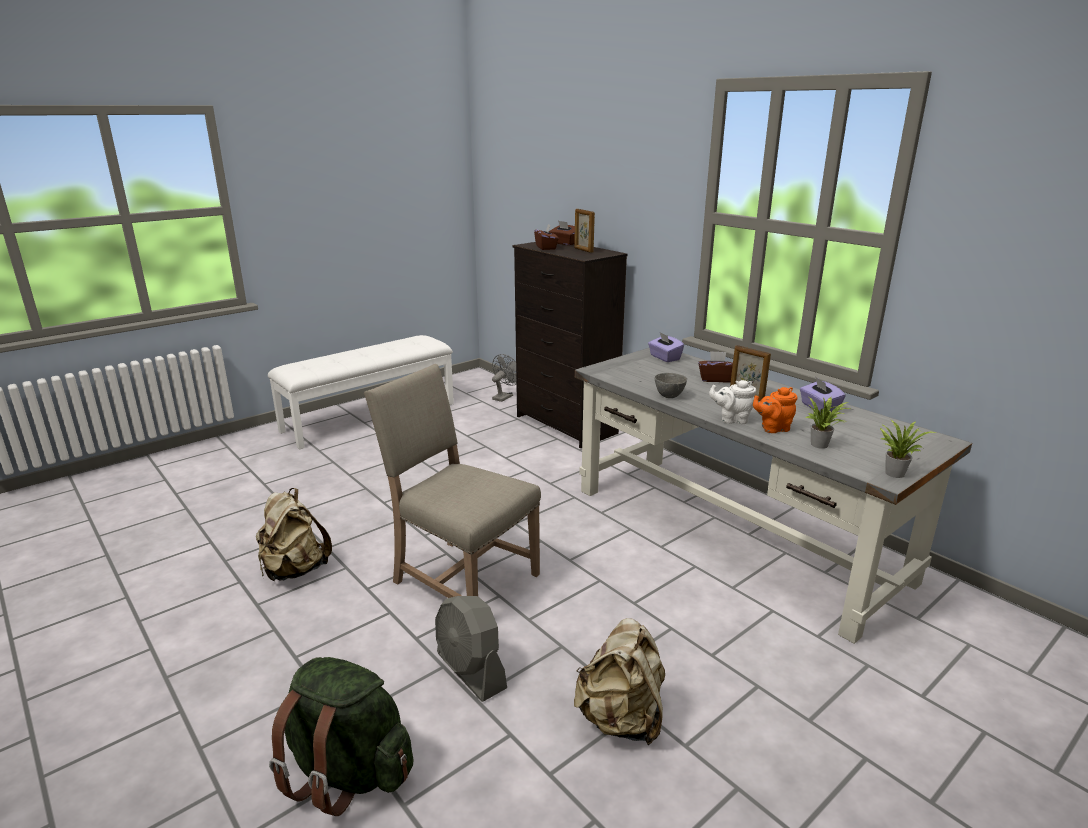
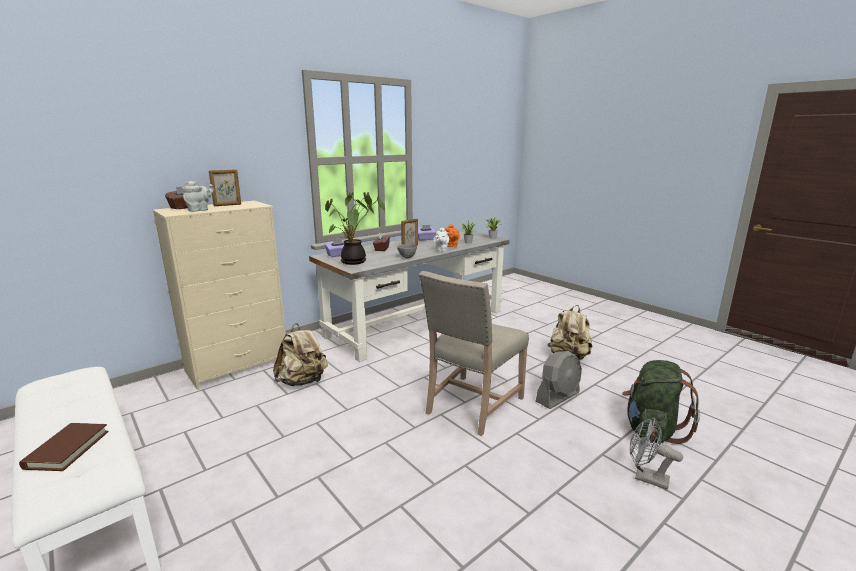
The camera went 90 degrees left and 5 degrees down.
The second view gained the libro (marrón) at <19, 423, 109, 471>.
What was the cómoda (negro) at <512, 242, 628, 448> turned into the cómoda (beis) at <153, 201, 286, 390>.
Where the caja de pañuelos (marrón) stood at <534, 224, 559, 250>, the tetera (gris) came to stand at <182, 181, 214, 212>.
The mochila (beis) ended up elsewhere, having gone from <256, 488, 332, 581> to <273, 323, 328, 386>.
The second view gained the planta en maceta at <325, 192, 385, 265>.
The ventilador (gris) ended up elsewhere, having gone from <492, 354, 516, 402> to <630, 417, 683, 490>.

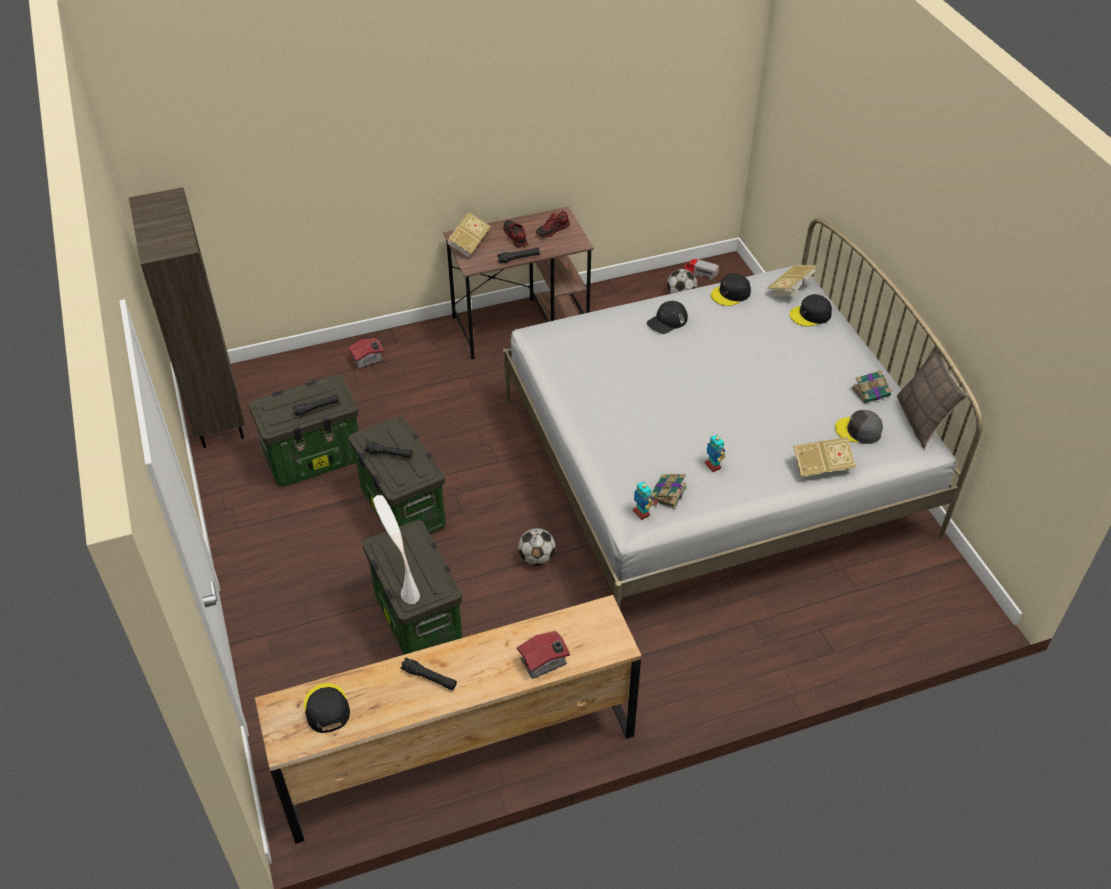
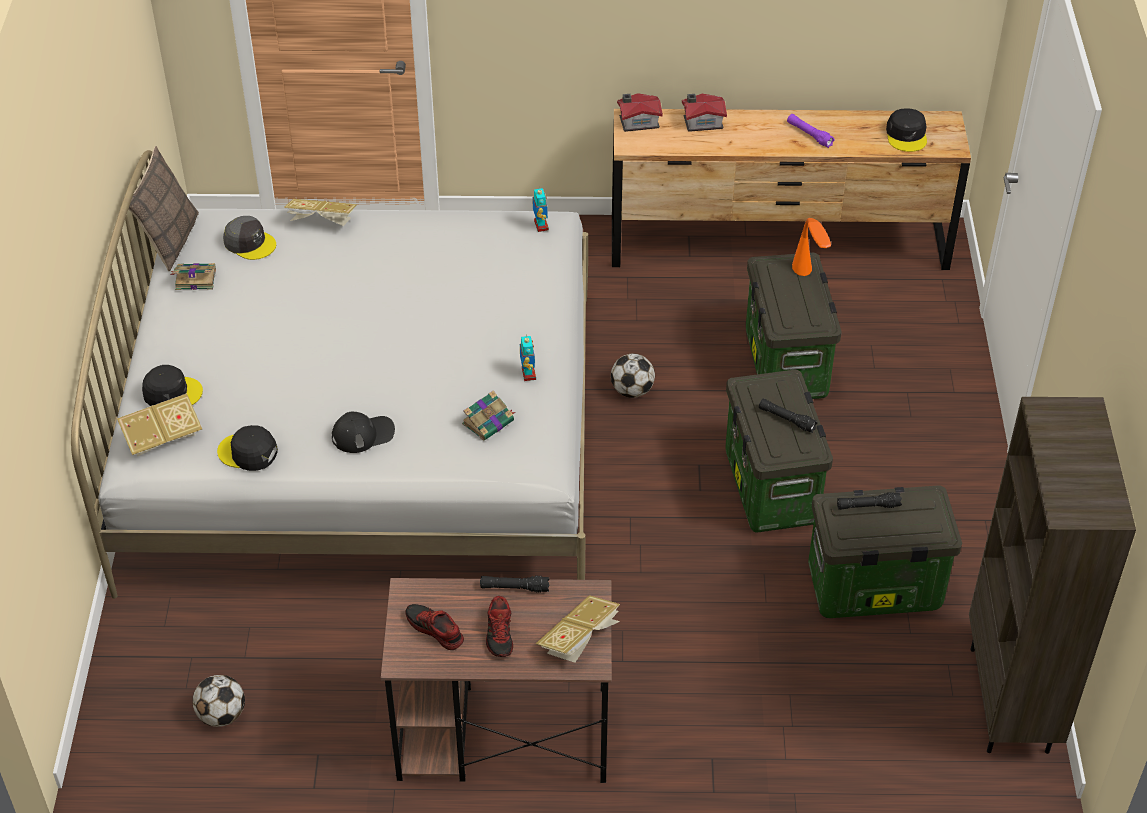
The camera went 160 degrees left and 0 degrees up.
The gorra (negro) at <711, 273, 751, 306> ended up facing another way, 150 degrees counterclockwise from before.
The zapato at <536, 211, 570, 238> ended up facing another way, 120 degrees counterclockwise from before.
The libro ended up elsewhere, having gone from <651, 474, 687, 509> to <462, 390, 515, 441>.
The robot de juguete ended up elsewhere, having gone from <705, 434, 725, 472> to <520, 334, 536, 381>.
The casita ended up elsewhere, having gone from <348, 338, 384, 369> to <617, 93, 663, 132>.
What was the linterna (negro) at <401, 658, 457, 691> turned into the linterna (morado) at <787, 114, 835, 148>.
What was the lámpara de mesa (blanco) at <373, 495, 420, 604> turned into the lámpara de mesa (naranja) at <792, 218, 831, 276>.
The second view lost the camión de juguete at <684, 259, 719, 280>.

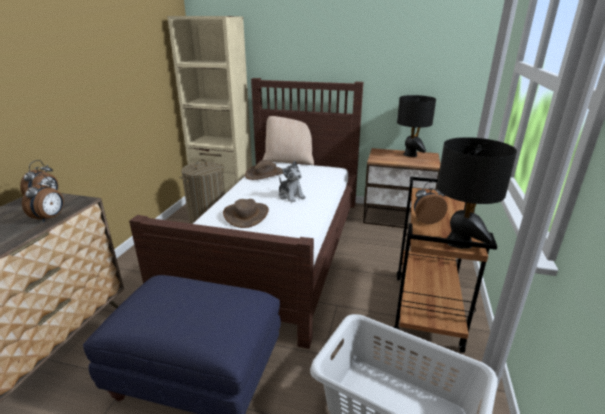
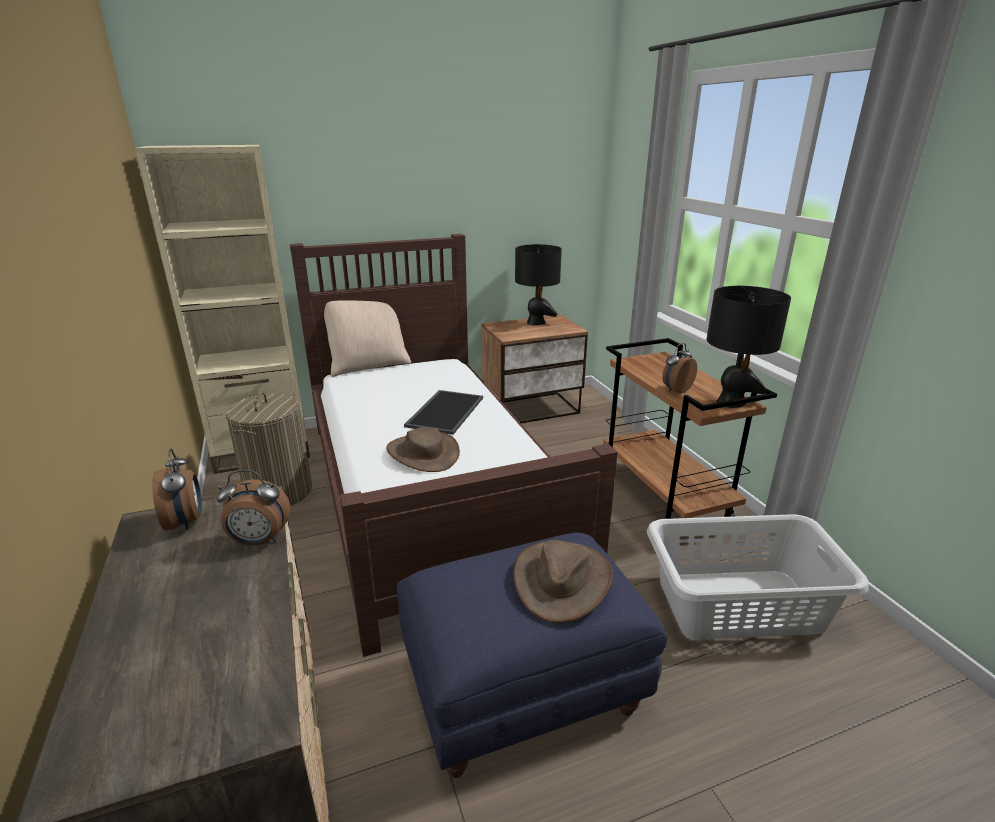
The camera went 35 degrees left and 0 degrees up.
The despertador at <22, 174, 64, 223> ended up facing another way, 105 degrees clockwise from before.
Where the peluche stood at <279, 161, 306, 203>, the bandeja came to stand at <404, 390, 483, 435>.
The sombrero (marrón) ended up elsewhere, having gone from <245, 160, 283, 180> to <514, 540, 613, 623>.

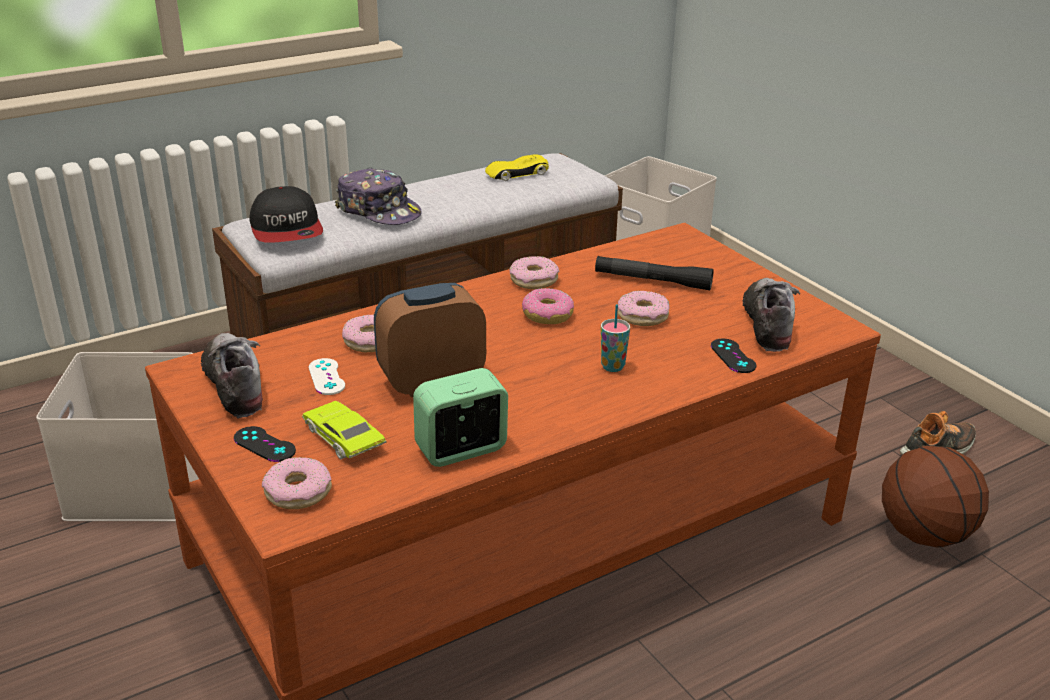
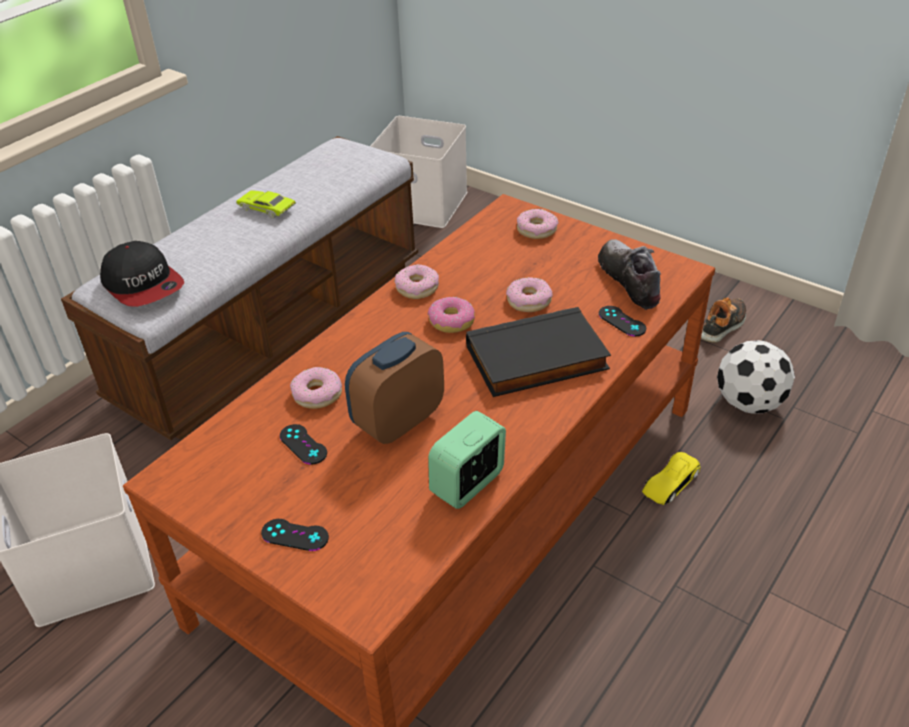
The camera went 20 degrees left and 10 degrees up.
The coche de juguete (verde) ended up elsewhere, having gone from <302, 401, 386, 460> to <236, 190, 296, 219>.
What was the mando de consola (blanco) at <309, 358, 345, 395> turned into the mando de consola (negro) at <280, 424, 327, 465>.
Where the taza stood at <601, 304, 630, 372>, the libro (negro) came to stand at <466, 307, 611, 397>.
The rosquilla ended up elsewhere, having gone from <262, 457, 332, 509> to <517, 209, 558, 239>.
The coche de juguete (amarillo) ended up elsewhere, having gone from <485, 154, 549, 181> to <642, 452, 701, 505>.
Where the balón de baloncesto stood at <882, 445, 989, 547>, the balón de fútbol came to stand at <717, 340, 795, 414>.
The second view lost the zapato at <201, 333, 276, 418>.
The second view lost the gorra at <335, 167, 422, 225>.
The second view lost the linterna (negro) at <595, 256, 714, 290>.

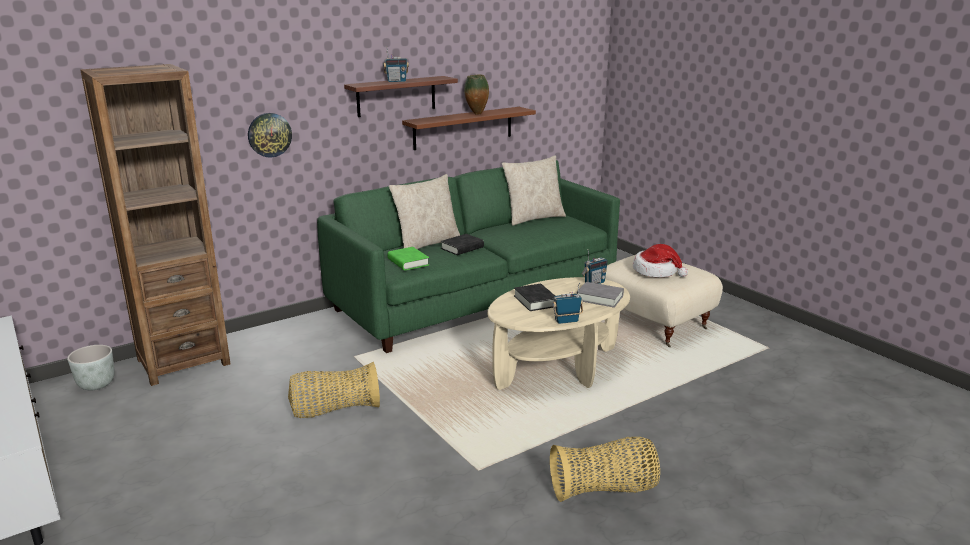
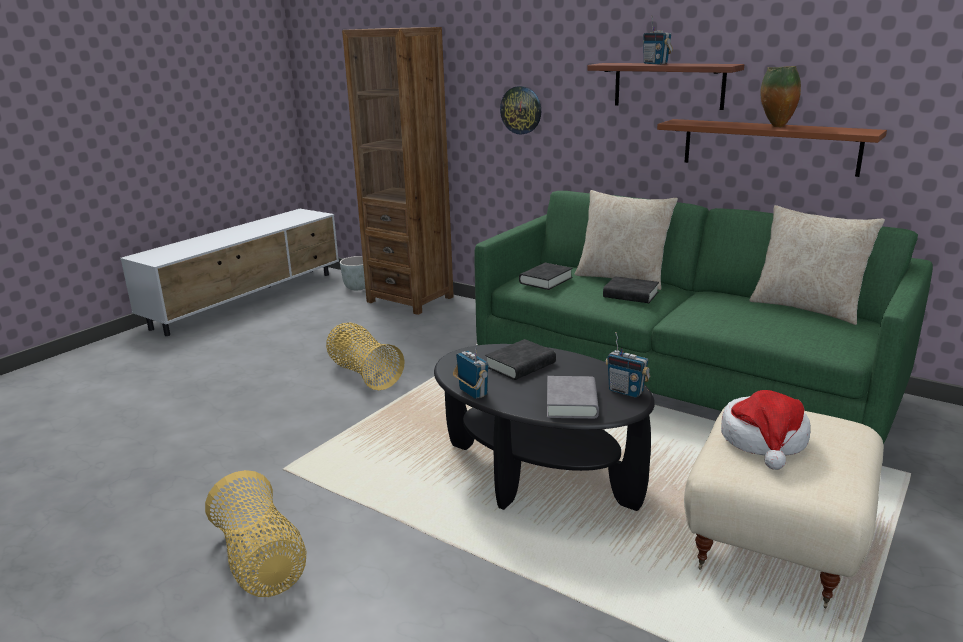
The camera went 70 degrees right and 0 degrees up.
What was the mesa de centro (beis) at <487, 277, 630, 390> turned into the mesa de centro (negro) at <434, 344, 655, 511>.
What was the libro (verde) at <387, 247, 429, 270> turned into the libro (negro) at <519, 263, 573, 290>.

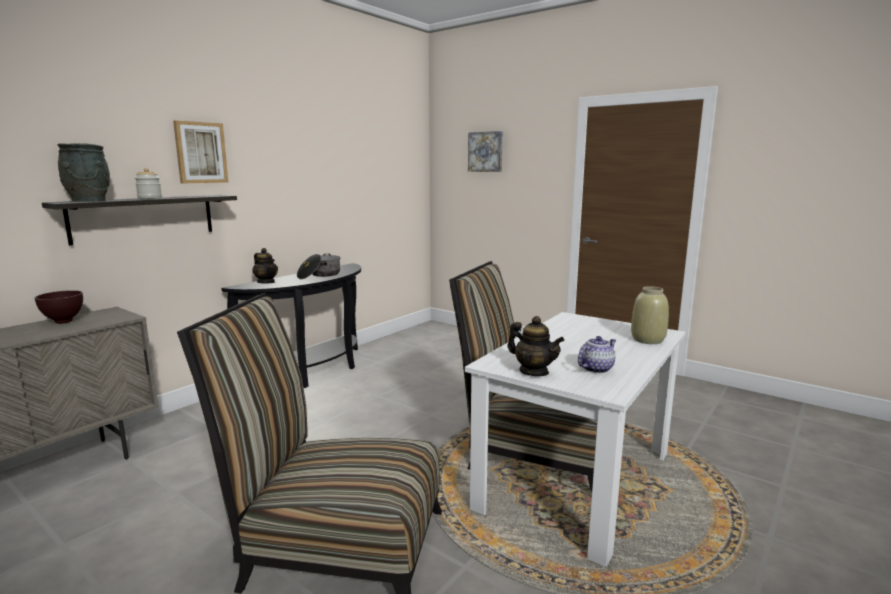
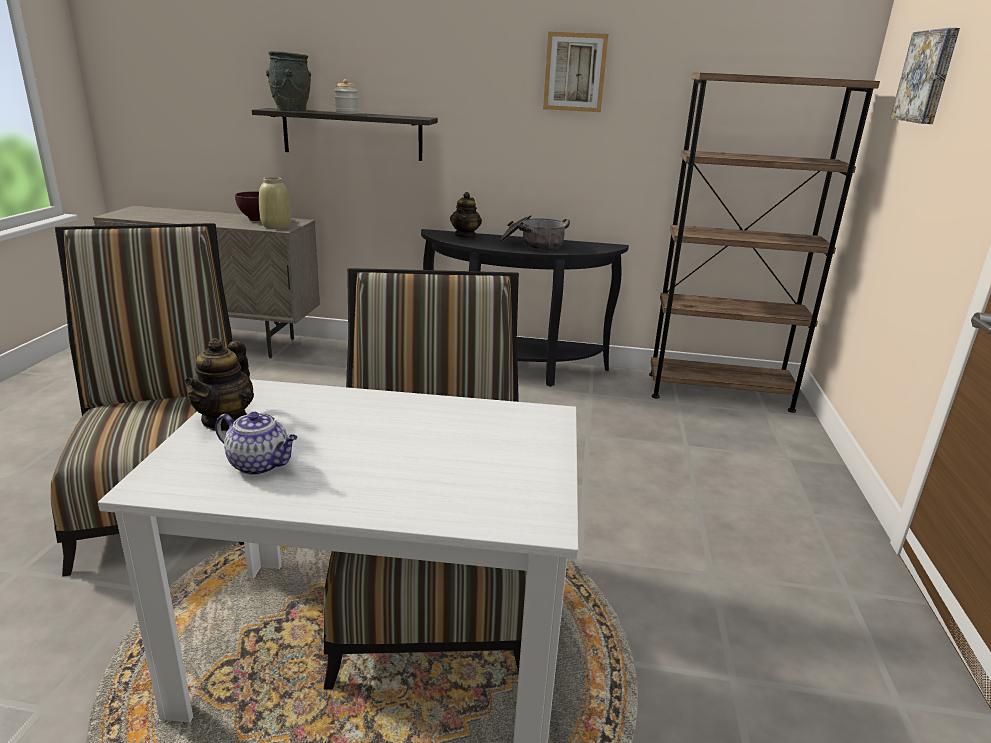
The camera went 60 degrees right and 10 degrees up.
The florero (beis) ended up elsewhere, having gone from <631, 286, 669, 344> to <259, 177, 291, 229>.
The cuadro ended up elsewhere, having gone from <173, 120, 228, 183> to <543, 32, 608, 112>.
The second view gained the estantería (marrón) at <649, 72, 880, 413>.

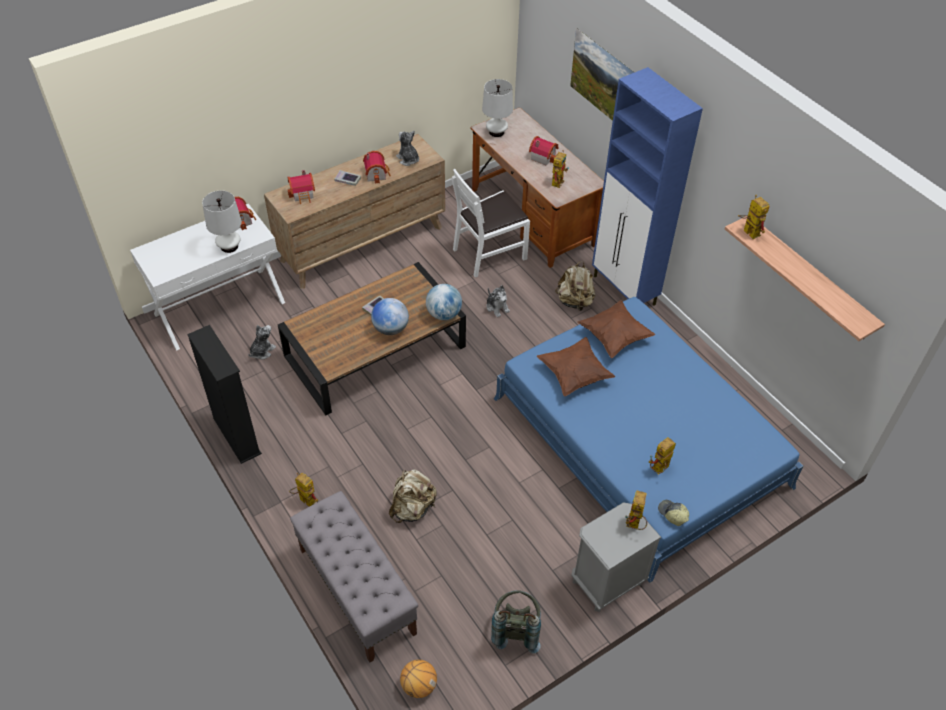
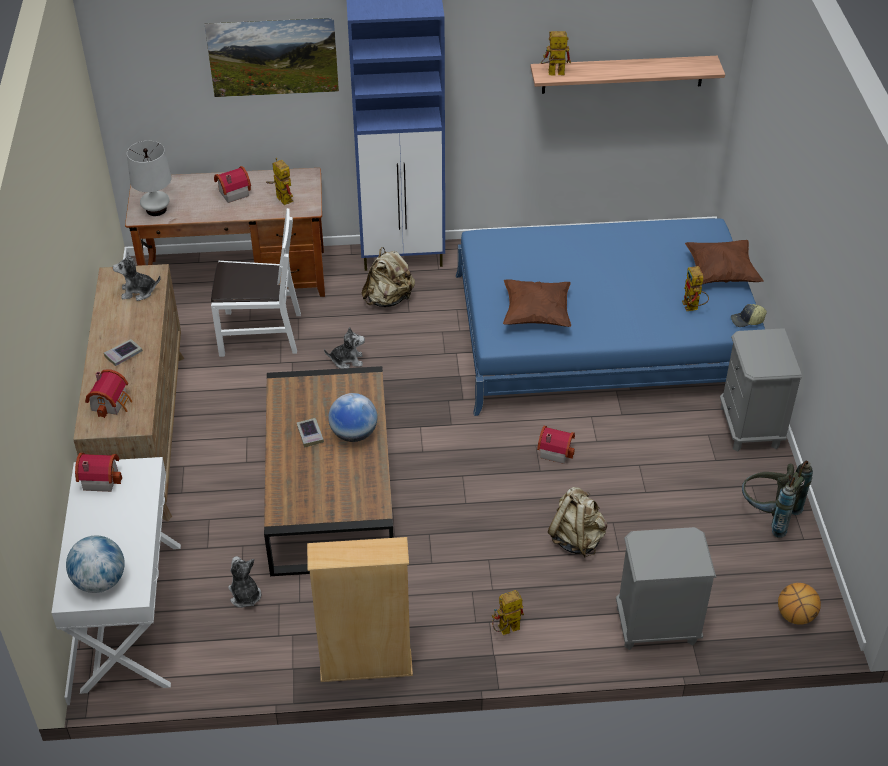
The camera went 60 degrees left and 5 degrees down.
The globo terráqueo ended up elsewhere, having gone from <426, 284, 462, 320> to <66, 535, 125, 593>.
The silla (blanco) at <452, 169, 530, 278> ended up facing another way, 90 degrees counterclockwise from before.
What was the estantería (negro) at <187, 325, 262, 464> turned into the estantería (beis) at <307, 537, 413, 682>.
The casita ended up elsewhere, having gone from <363, 151, 391, 184> to <537, 426, 575, 464>.
Where the banco (gris) stood at <290, 491, 418, 662>, the mesita de noche (gris) came to stand at <616, 527, 716, 650>.
The cojín (marrón) ended up elsewhere, having gone from <577, 300, 656, 358> to <685, 240, 764, 284>.
The second view lost the lámpara de mesa (blanco) at <202, 191, 242, 253>.
The second view lost the robot de juguete at <625, 490, 647, 530>.

